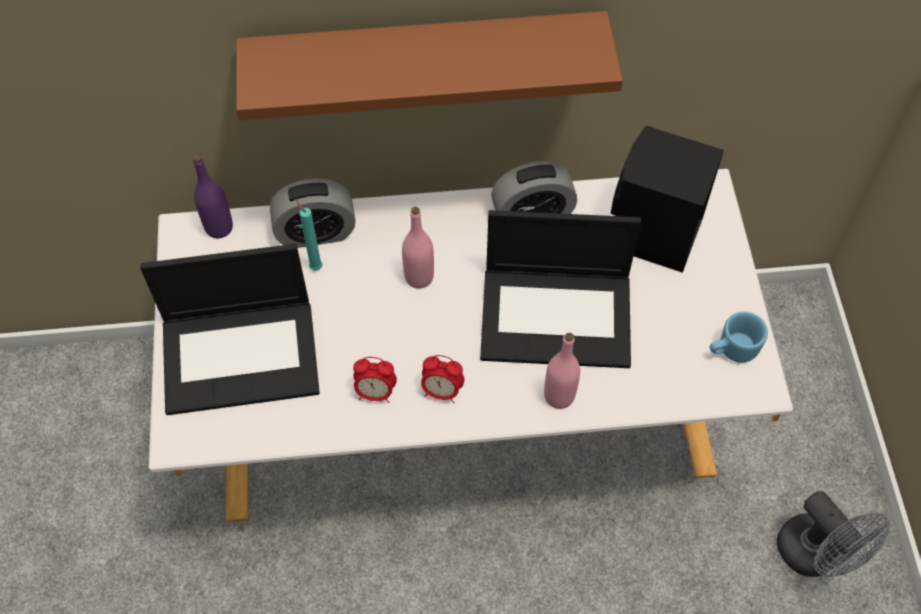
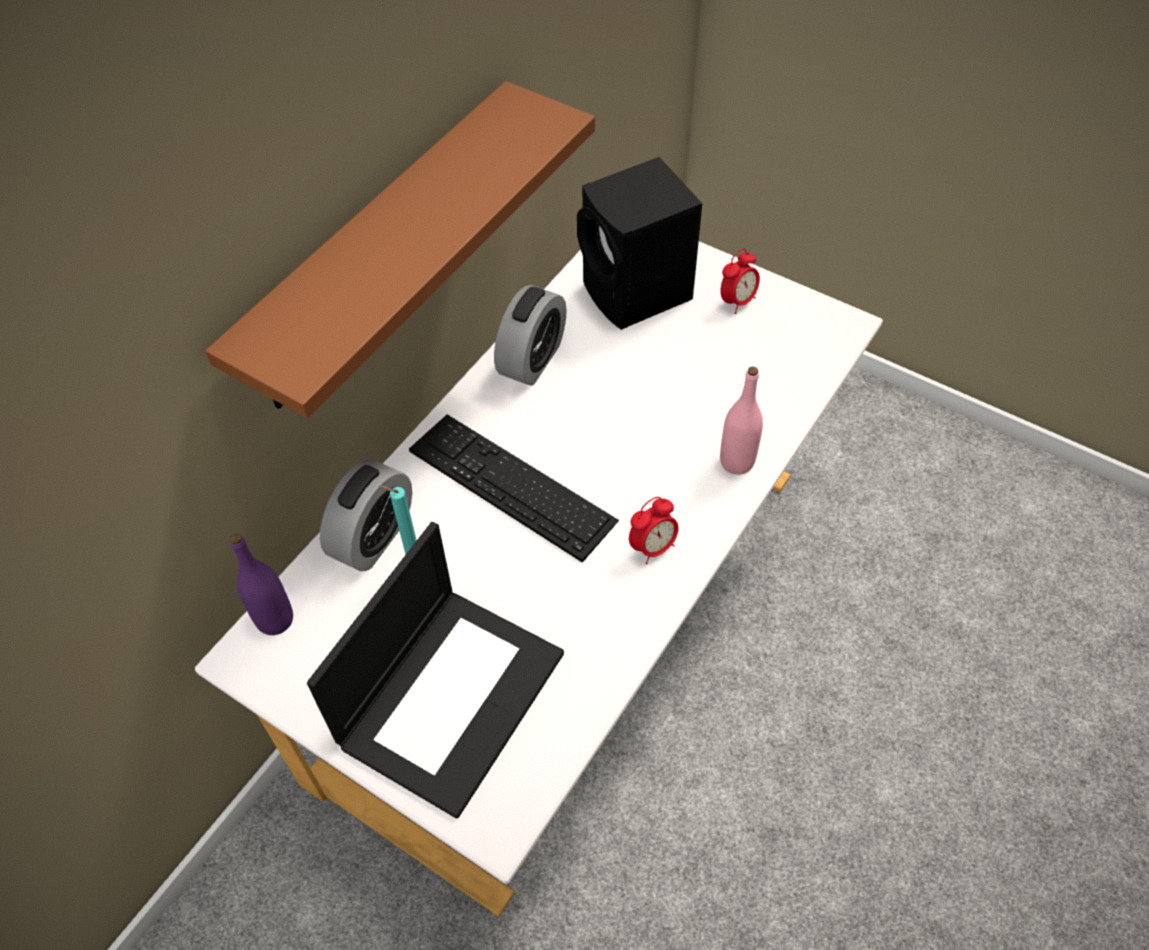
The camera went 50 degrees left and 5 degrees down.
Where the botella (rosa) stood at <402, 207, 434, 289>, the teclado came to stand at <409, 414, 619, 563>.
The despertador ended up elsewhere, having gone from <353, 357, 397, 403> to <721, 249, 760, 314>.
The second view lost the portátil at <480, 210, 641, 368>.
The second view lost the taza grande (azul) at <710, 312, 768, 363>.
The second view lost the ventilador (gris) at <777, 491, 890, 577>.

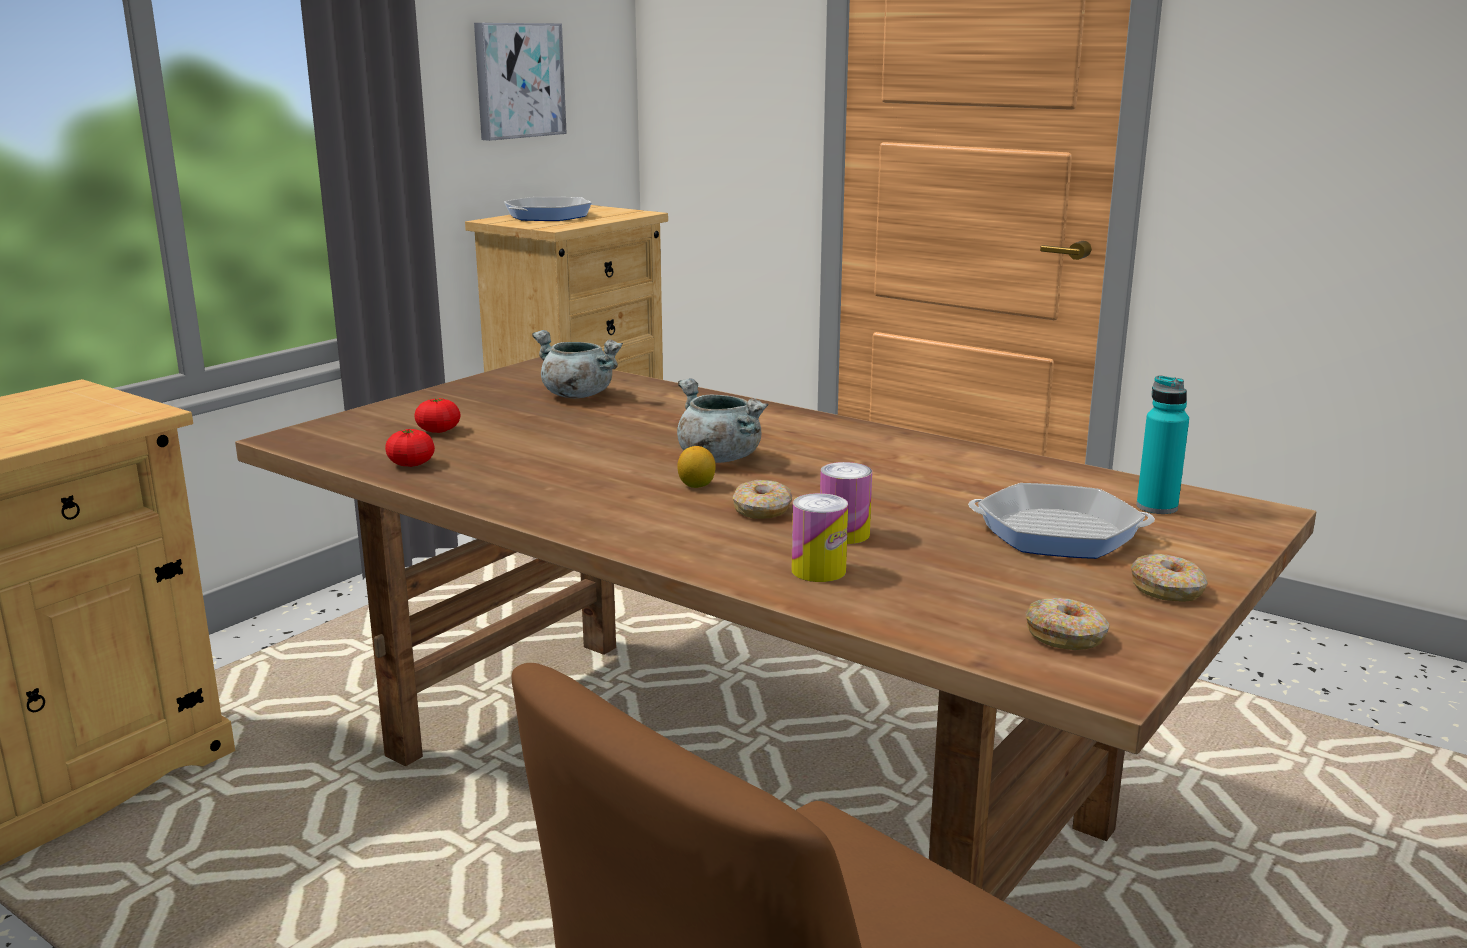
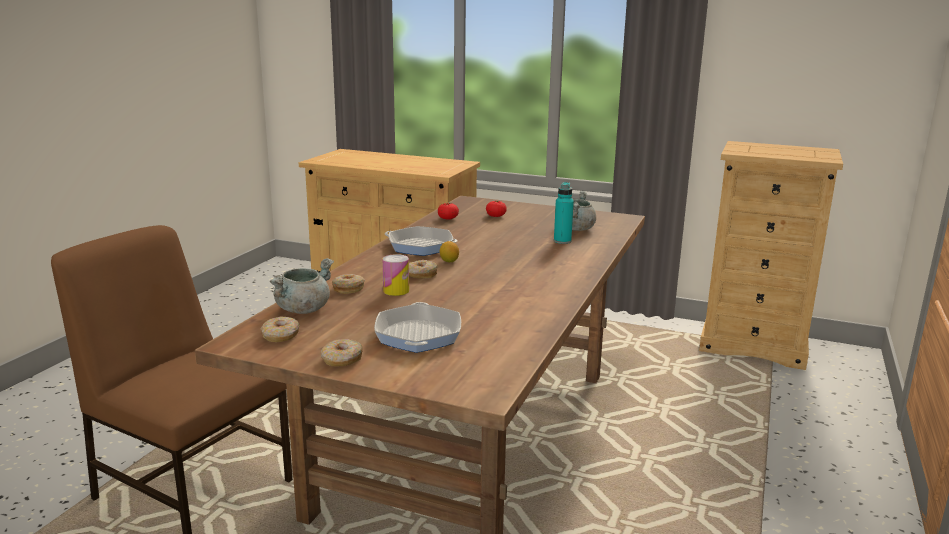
The camera went 75 degrees right and 0 degrees up.
The olla (gris) ended up elsewhere, having gone from <677, 378, 768, 463> to <270, 258, 334, 314>.
Where the lata stood at <792, 493, 848, 582>, the rosquilla came to stand at <332, 274, 365, 294>.
The sartén ended up elsewhere, having gone from <504, 197, 592, 221> to <385, 226, 458, 256>.
The botella (turquesa) ended up elsewhere, having gone from <1136, 376, 1189, 514> to <554, 182, 574, 244>.
The second view lost the cuadro at <474, 23, 567, 141>.

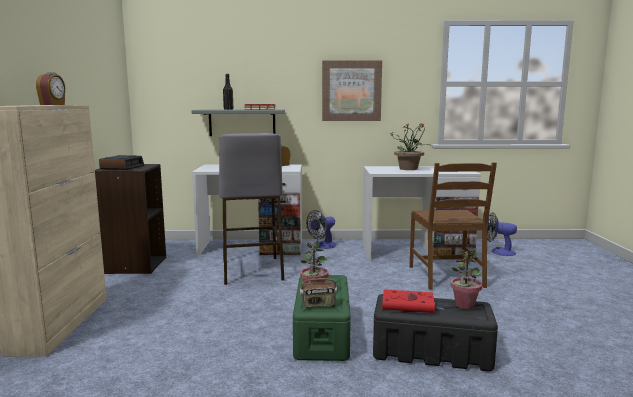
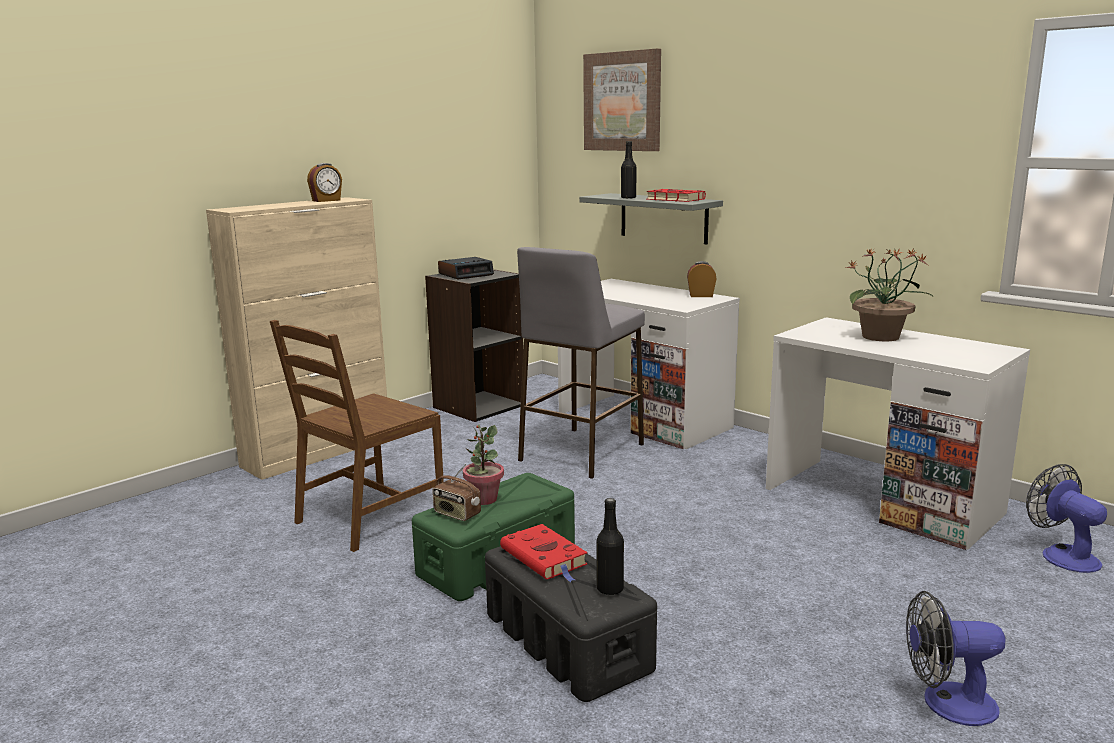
The camera went 45 degrees right and 5 degrees up.
The silla (marrón) ended up elsewhere, having gone from <409, 162, 497, 290> to <270, 320, 444, 552>.
The cuadro ended up elsewhere, having gone from <322, 60, 382, 121> to <583, 48, 661, 151>.
Where the planta en maceta stood at <451, 250, 482, 309>, the botella (negro) came to stand at <596, 498, 624, 595>.
The ventilador ended up elsewhere, having gone from <306, 210, 337, 249> to <906, 591, 1005, 726>.

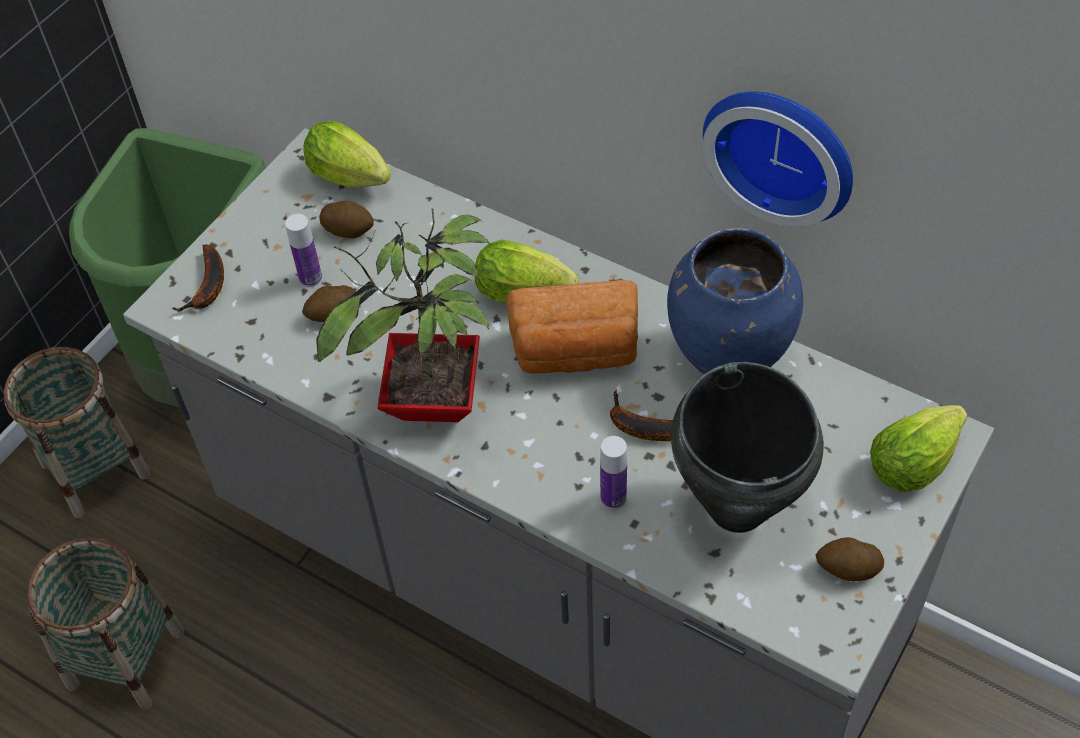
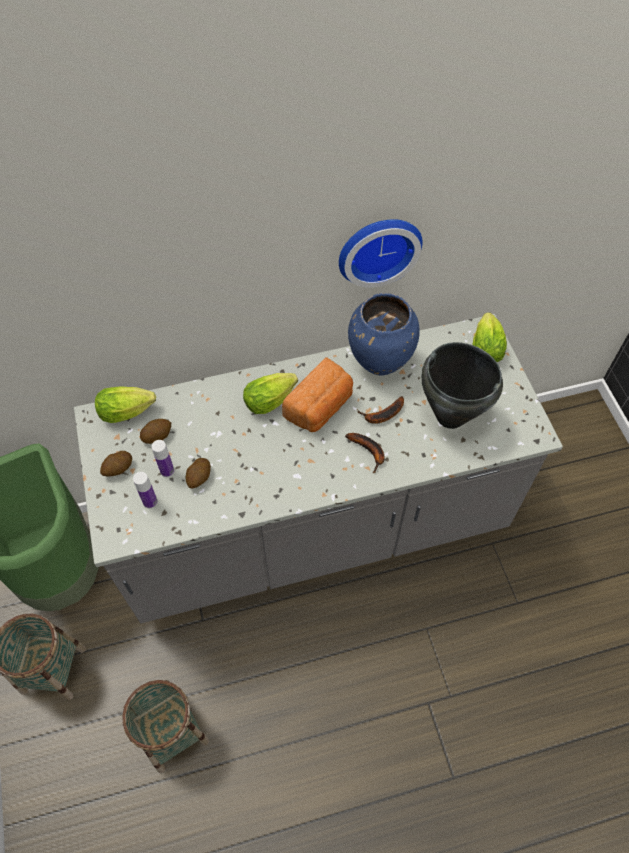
The camera went 50 degrees left and 5 degrees up.
The patata ended up elsewhere, having gone from <816, 537, 884, 581> to <100, 451, 132, 477>.
The botella ended up elsewhere, having gone from <600, 436, 627, 509> to <133, 472, 158, 508>.
The plátano ended up elsewhere, having gone from <172, 245, 224, 312> to <345, 433, 385, 473>.
The second view lost the planta en maceta at <316, 208, 491, 422>.

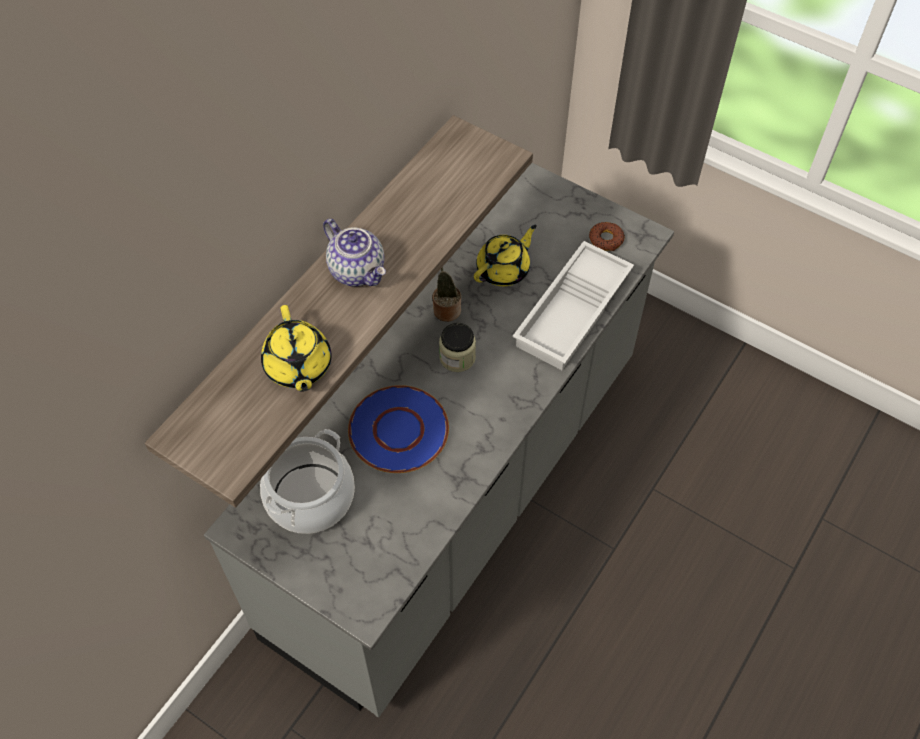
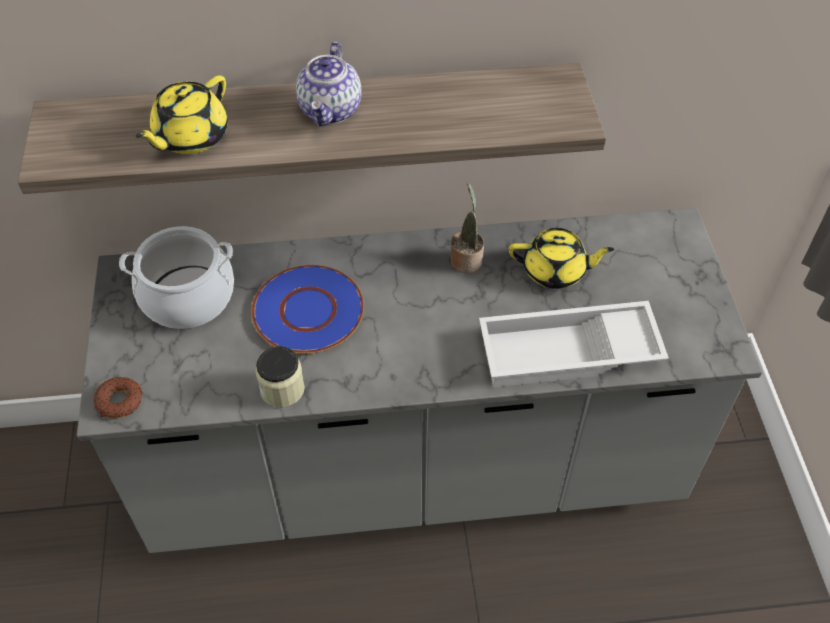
The camera went 50 degrees right and 5 degrees down.
The rosquilla ended up elsewhere, having gone from <589, 222, 625, 251> to <93, 377, 142, 418>.
The tarro ended up elsewhere, having gone from <439, 323, 476, 372> to <256, 346, 305, 407>.

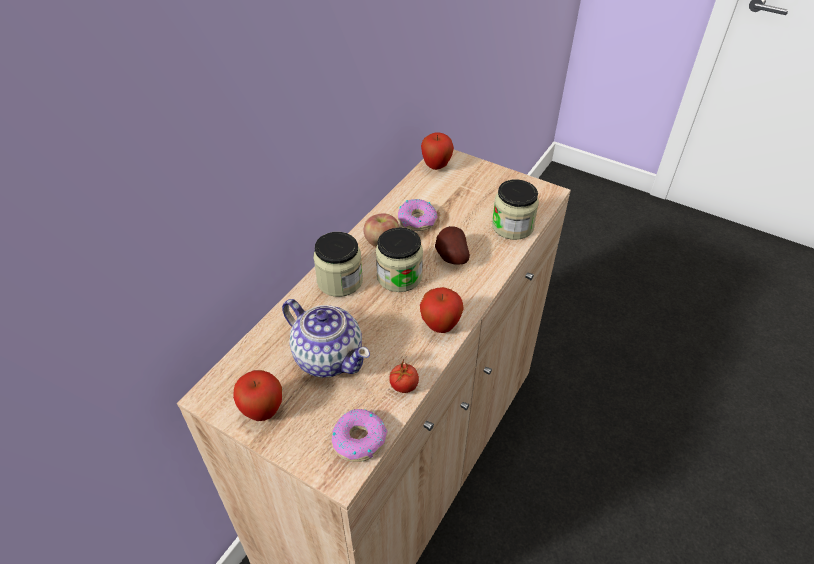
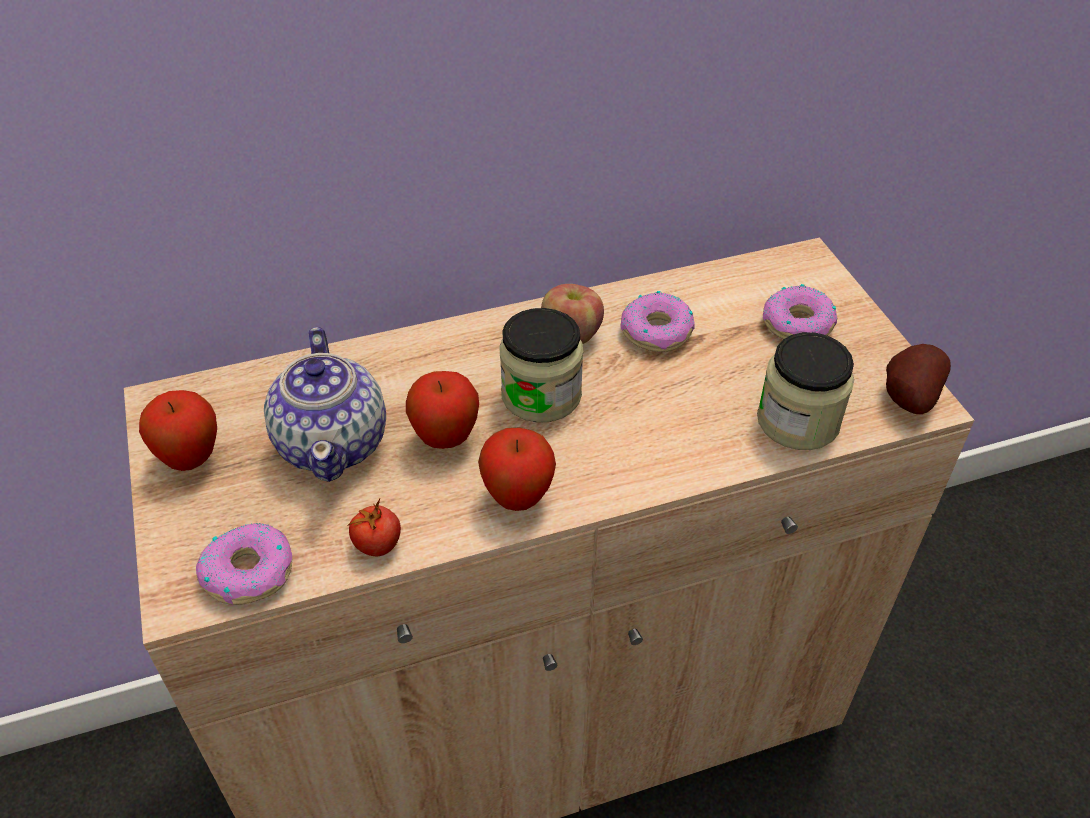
The camera went 40 degrees right and 0 degrees up.
The manzana ended up elsewhere, having gone from <421, 132, 454, 170> to <406, 371, 479, 449>.
The second view gained the rosquilla at <763, 284, 837, 339>.
The patata ended up elsewhere, having gone from <435, 226, 470, 264> to <886, 344, 951, 414>.
The second view lost the tarro at <313, 232, 363, 297>.

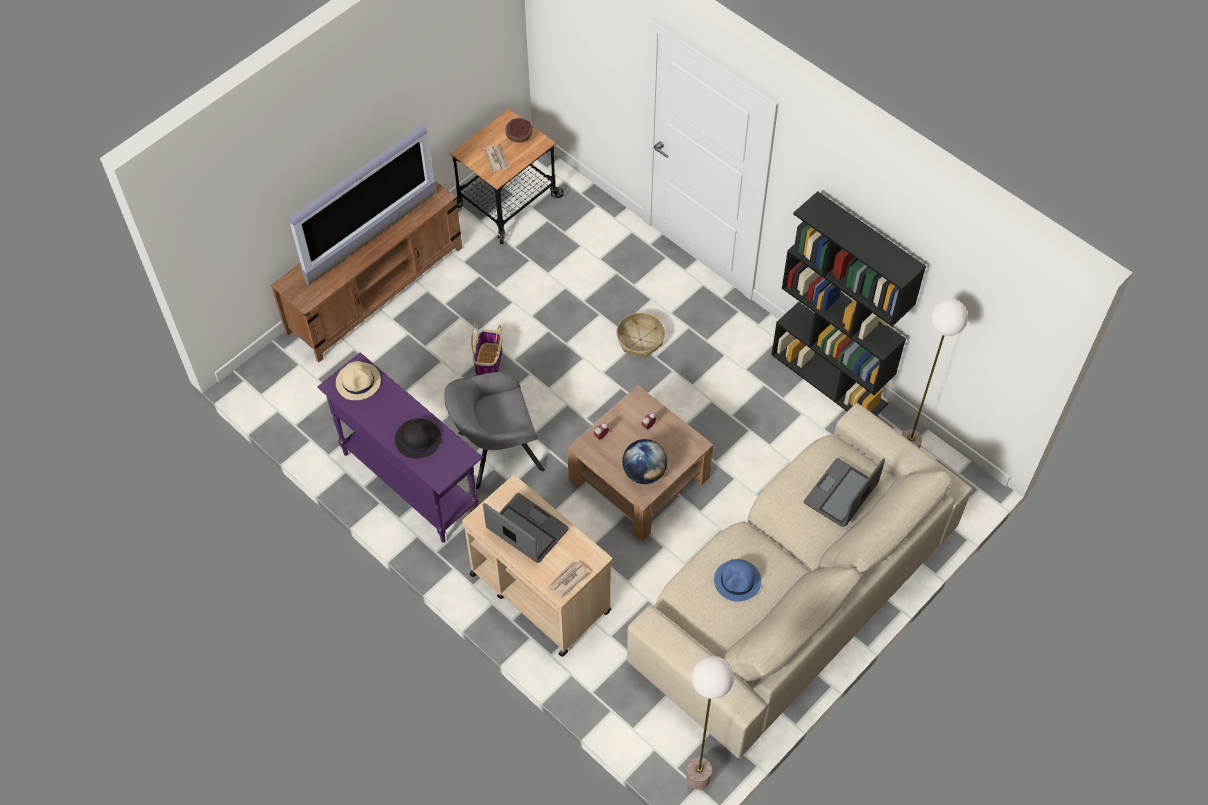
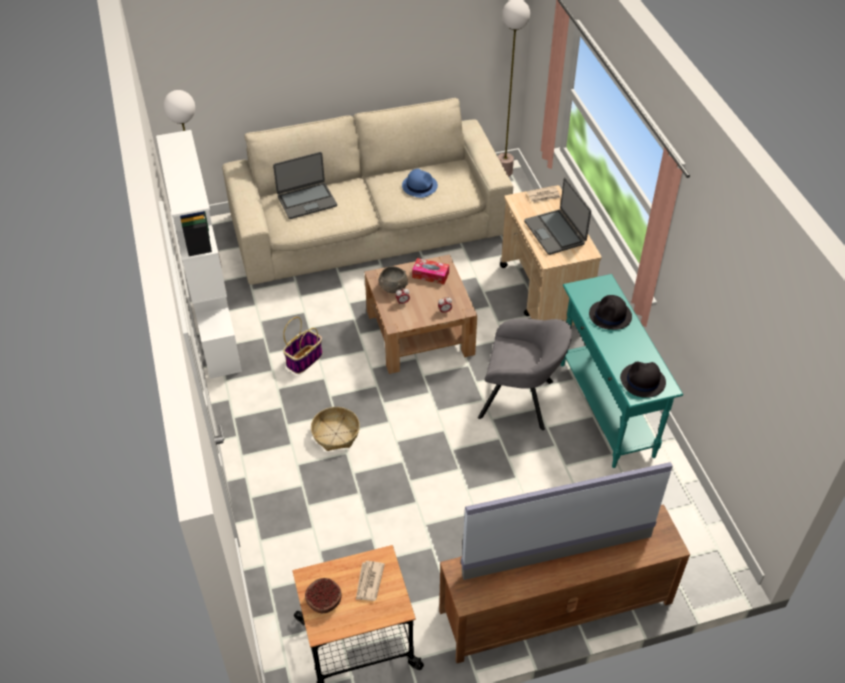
The camera went 150 degrees left and 10 degrees down.
What was the estantería (negro) at <771, 191, 926, 416> turned into the estantería (blanco) at <156, 130, 242, 379>.
The cesta ended up elsewhere, having gone from <471, 321, 502, 375> to <283, 317, 323, 374>.
The second view gained the cuenco (gris) at <378, 266, 408, 293>.
Where the globo terráqueo stood at <622, 439, 667, 484>, the caja de pañuelos came to stand at <412, 258, 449, 284>.
What was the mesa consola (morado) at <317, 352, 483, 543> turned into the mesa consola (turquesa) at <561, 274, 683, 468>.
What was the sombrero (beis) at <336, 361, 381, 400> turned into the sombrero (negro) at <620, 362, 666, 398>.

